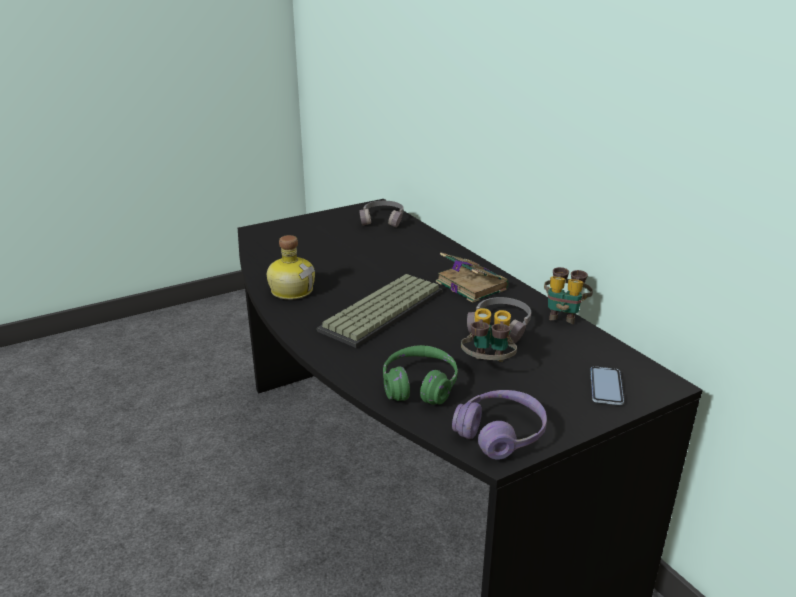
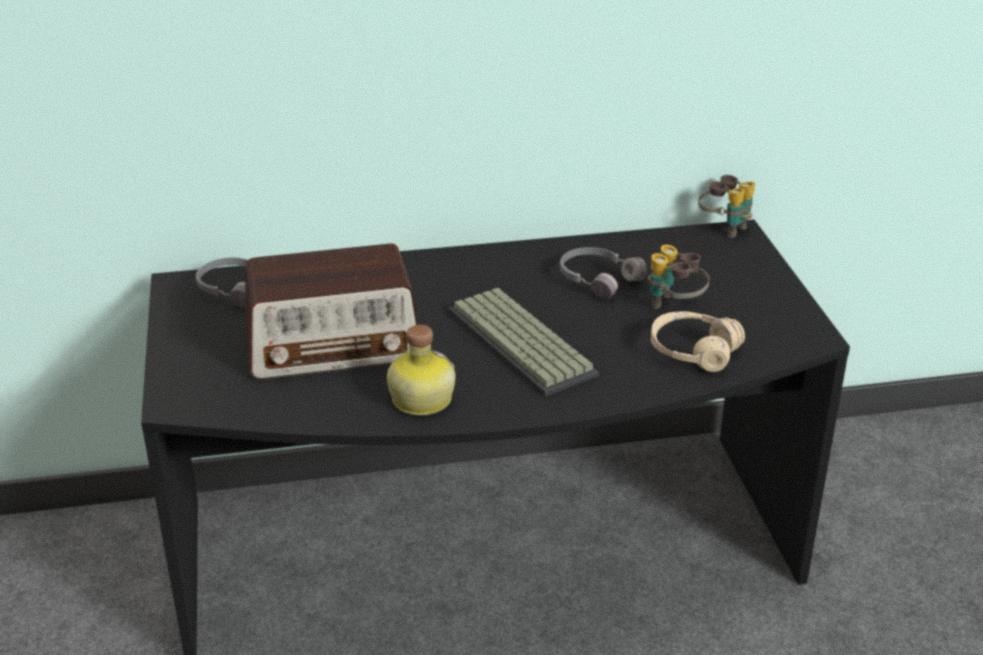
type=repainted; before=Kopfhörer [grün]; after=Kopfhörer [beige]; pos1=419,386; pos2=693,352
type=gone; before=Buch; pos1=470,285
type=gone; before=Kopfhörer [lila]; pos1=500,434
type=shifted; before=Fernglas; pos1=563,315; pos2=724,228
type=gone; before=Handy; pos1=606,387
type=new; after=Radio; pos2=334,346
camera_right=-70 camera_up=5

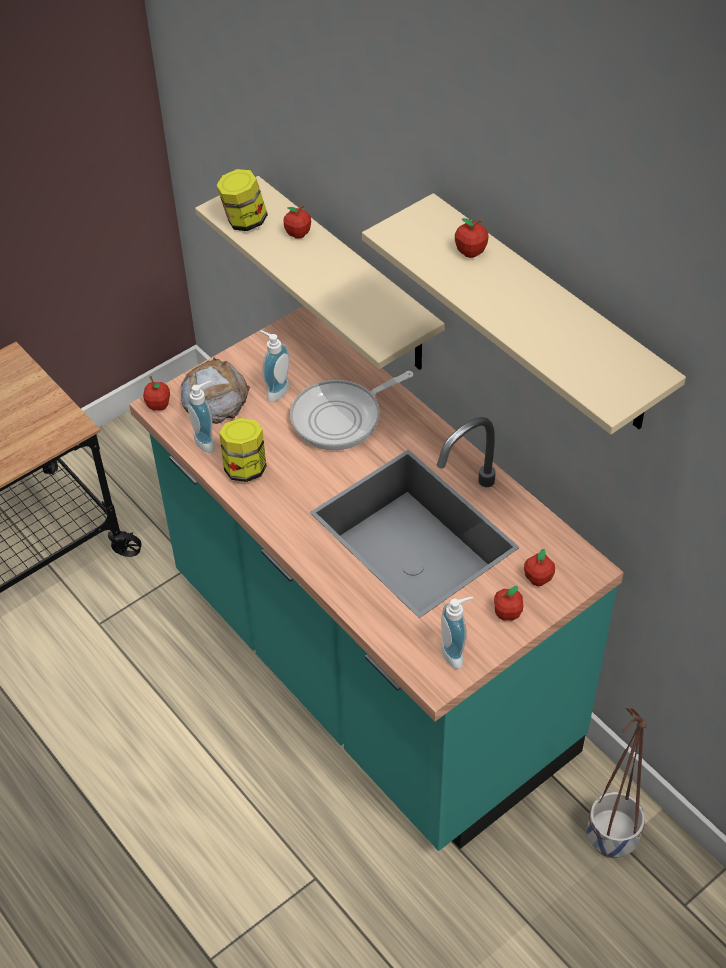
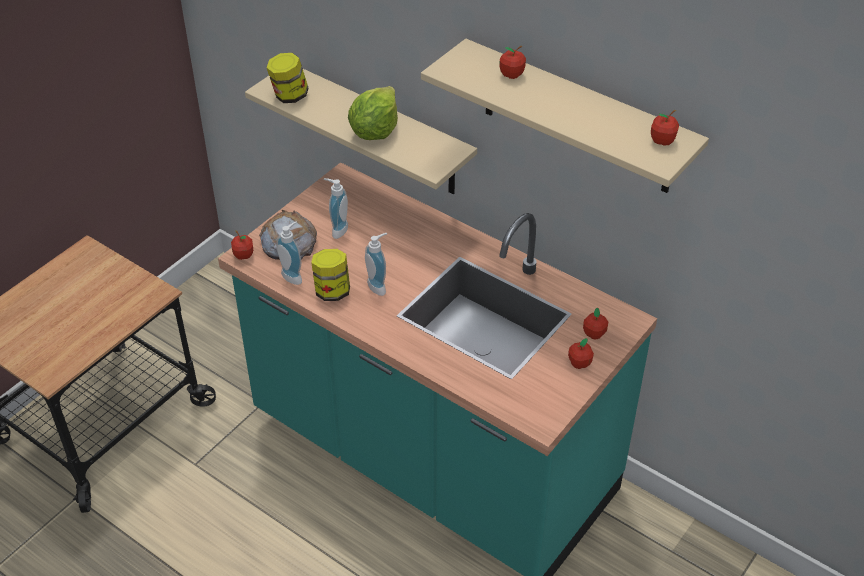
type=shifted; before=Apfel; pos1=298,234; pos2=662,141
type=gone; before=Pfanne; pos1=341,418
type=shifted; before=Seifenspender; pos1=456,653; pos2=379,286
type=gone; before=Pflanzkübel; pos1=612,838
type=new; after=Salatkopf; pos2=375,131
camera_right=-15 camera_up=-5

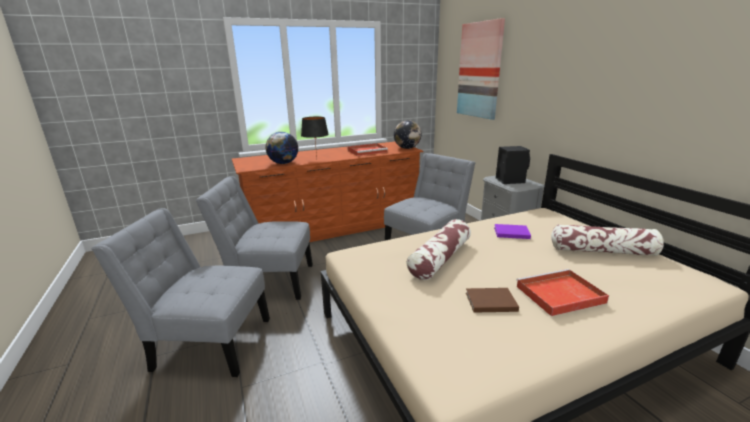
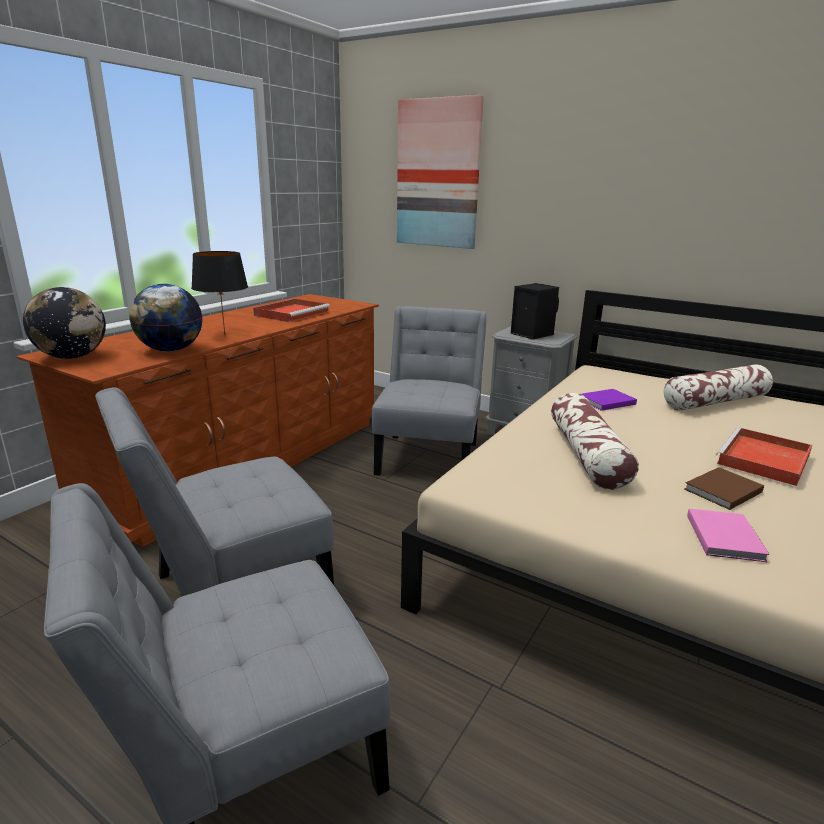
type=shifted; before=Globus; pos1=407,148; pos2=72,357
type=new; after=Buch [rosa]; pos2=725,536
camera_right=-35 camera_up=0

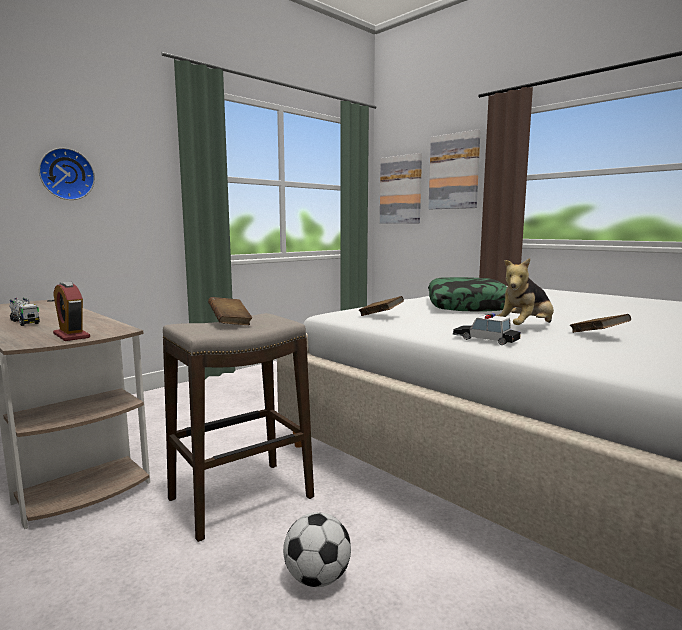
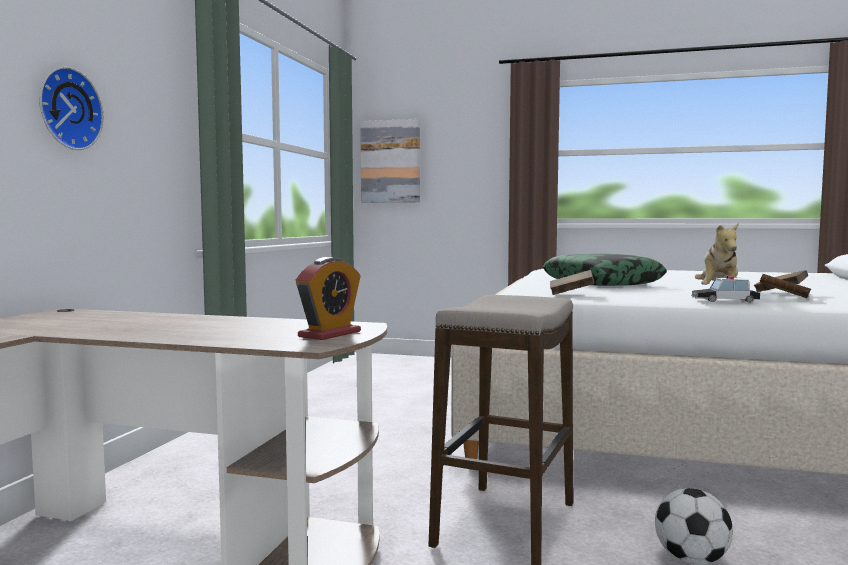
type=gone; before=Spielzeuglaster; pos1=24,322
type=rotated; before=Wecker; pos1=71,336; pos2=330,334; turn=-75
type=shifted; before=Buch [braun]; pos1=230,323; pos2=784,298
type=gone; before=Bild; pos1=454,171
camera_right=-30 camera_up=-5

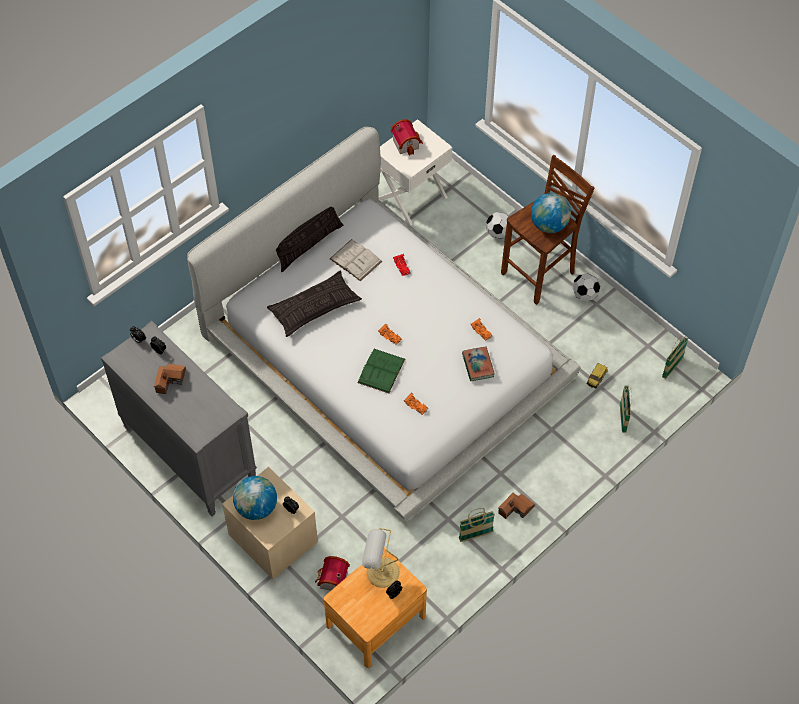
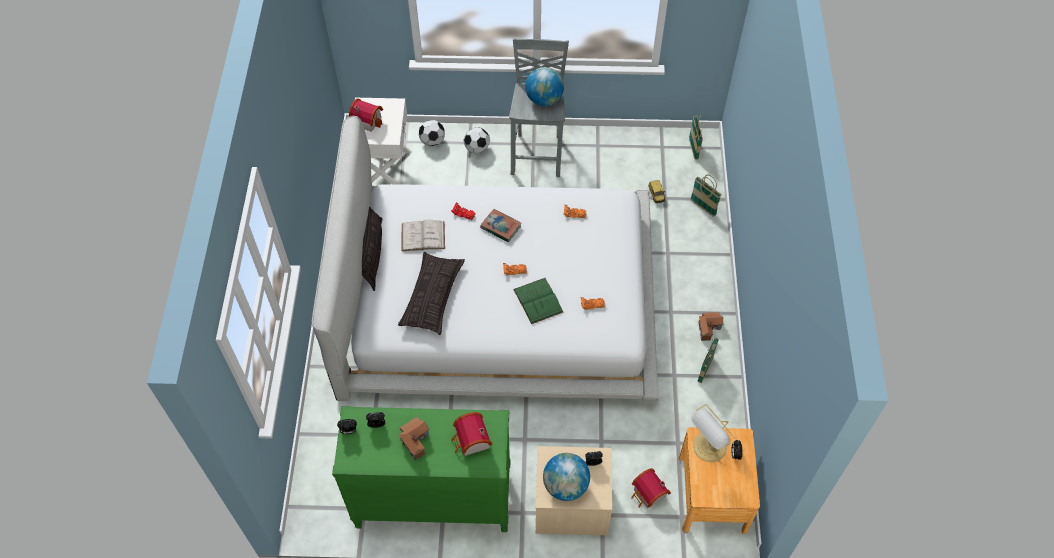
type=repainted; before=Kommode [grau]; after=Kommode [grün]; pos1=189,454; pos2=433,501
type=shifted; before=Buch; pos1=478,365; pos2=500,227
type=repainted; before=Hocker [braun]; after=Hocker [grau]; pos1=540,274; pos2=538,154
type=shifted; before=Fußball; pos1=584,295; pos2=432,141
type=new; after=Spielzeughaus; pos2=471,442
camera_right=-45 camera_up=0

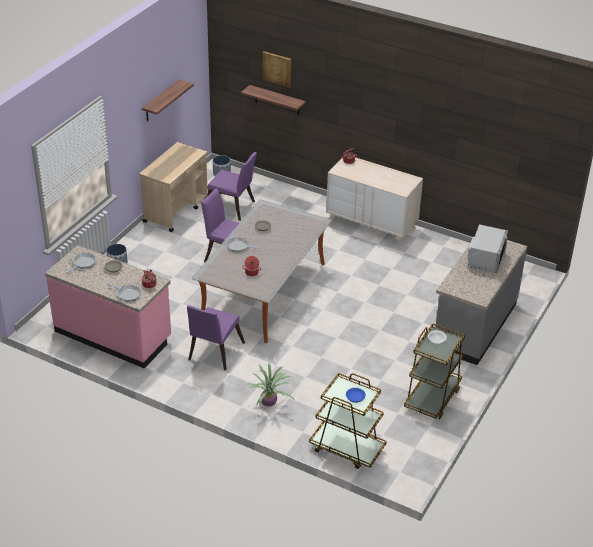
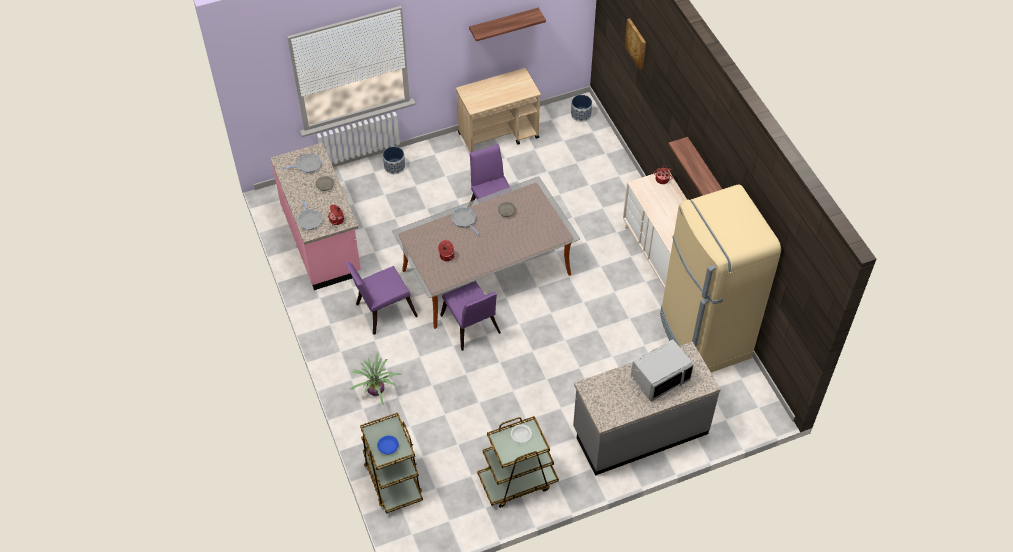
type=shifted; before=Stuhl [lila]; pos1=232,208; pos2=471,327
type=shifted; before=Wandregal; pos1=277,100; pos2=704,172
type=new; after=Kühlschrank [beige]; pos2=703,337
camera_right=40 camera_up=15

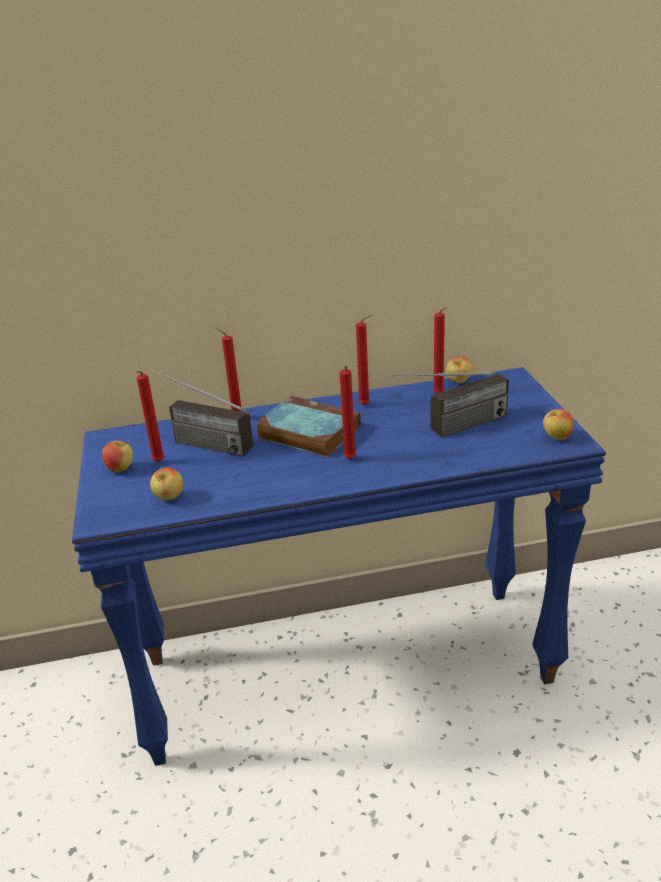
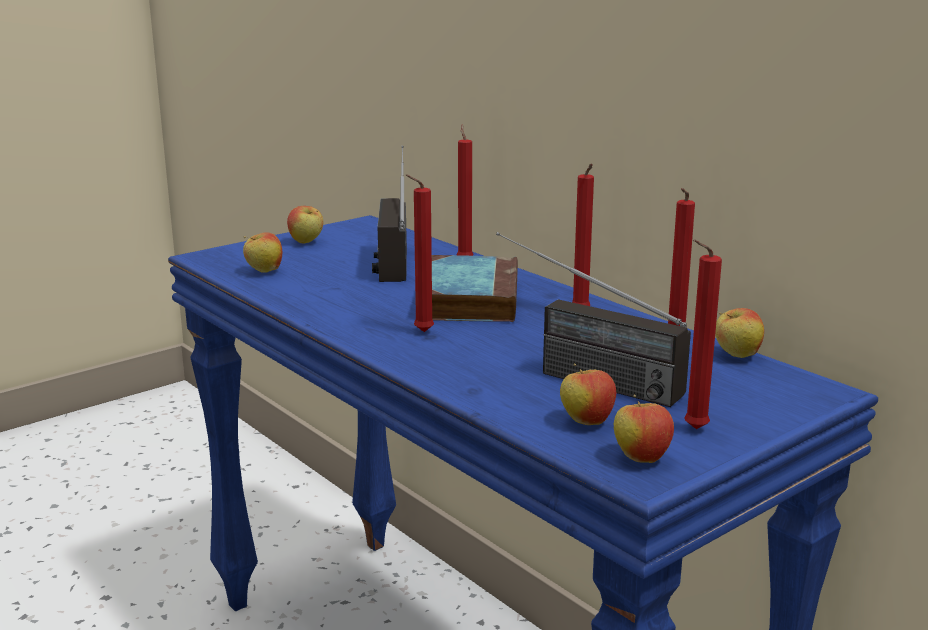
type=shifted; before=Kerze [rot]; pos1=158,463; pos2=692,429
type=new; after=Apfel; pos2=586,421
camera_right=60 camera_up=-10

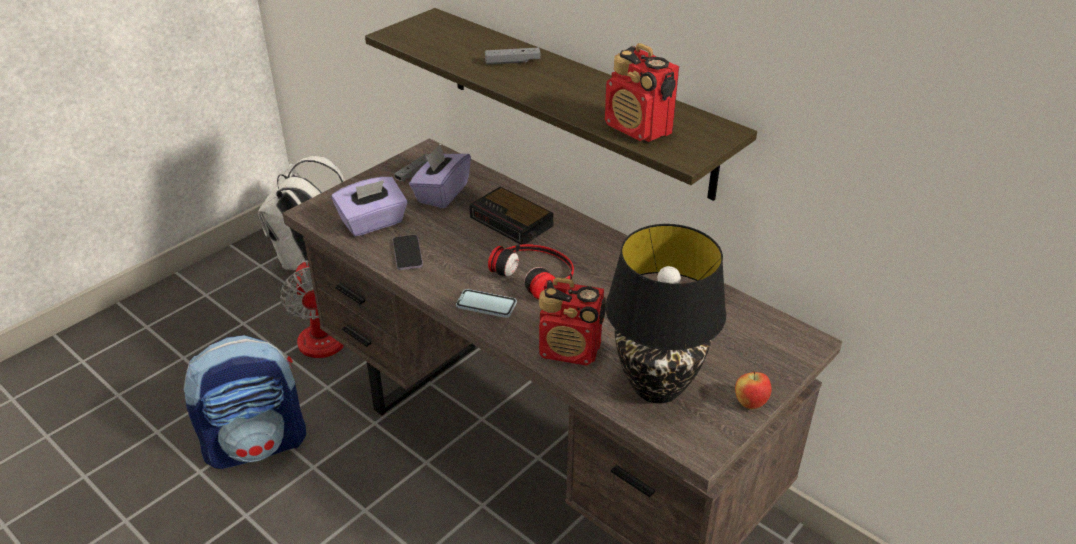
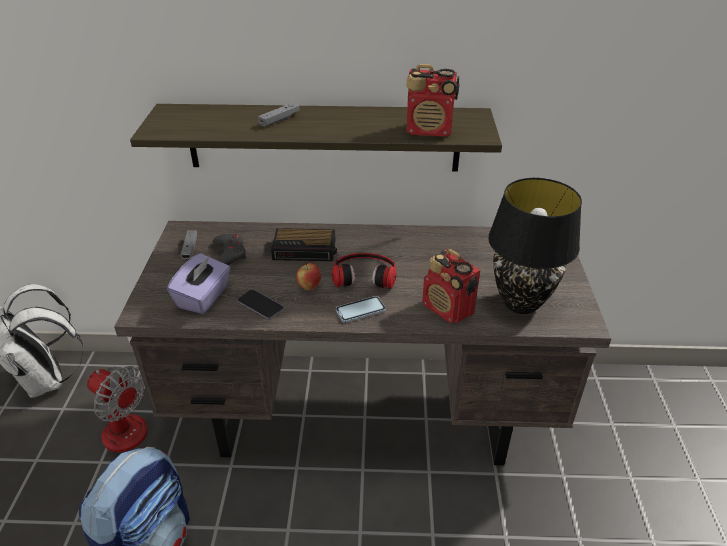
type=swapped; before=Taschentuchbox [lila]; after=Gamepad [grau]; pos1=441,193; pos2=230,253
type=rotated; before=Radio; pos1=570,350; pos2=448,309; turn=75
type=shifted; before=Apfel; pos1=750,403; pos2=309,287
camera_right=-40 camera_up=0

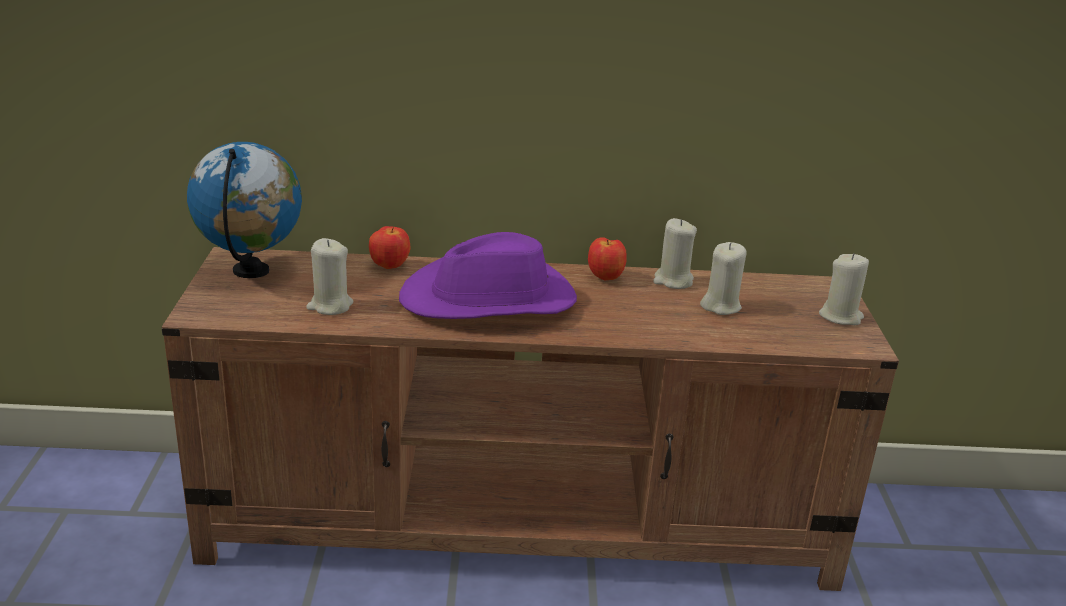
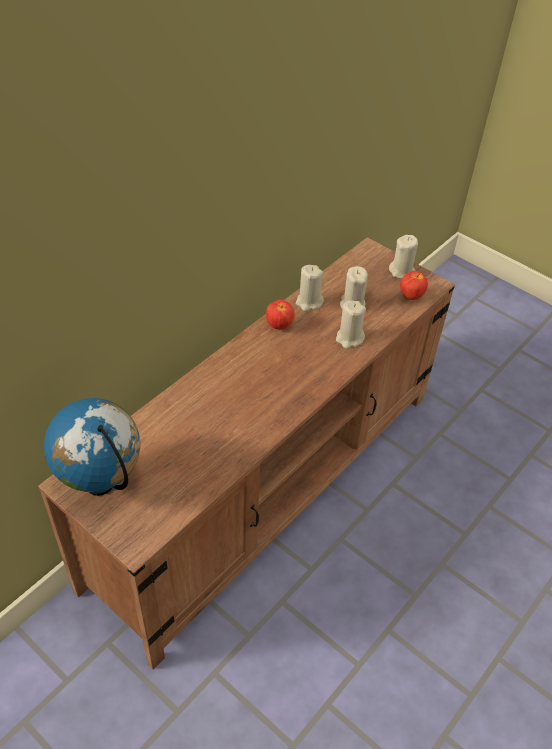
type=shifted; before=Kerze [beige]; pos1=330,306; pos2=349,338
type=shifted; before=Apfel; pos1=390,267; pos2=411,296
type=gone; before=Hut [lila]; pos1=490,299
camera_right=-50 camera_up=20

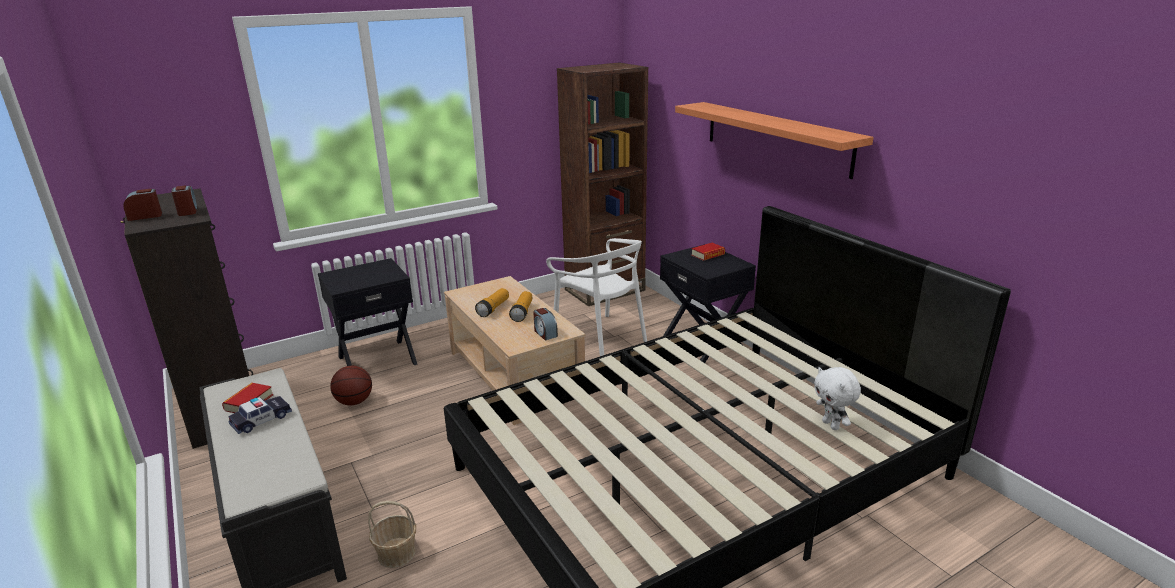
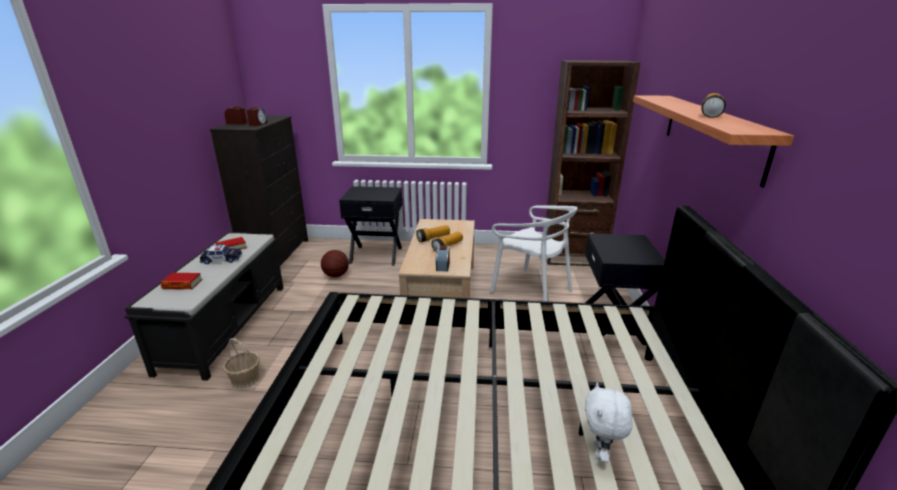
type=rotated; before=Stuhl [weiß]; pos1=600,337; pos2=531,290; turn=-45
type=shifted; before=Buch; pos1=708,255; pos2=182,284
type=new; after=Taschenlampe; pos2=710,114
camera_right=35 camera_up=0

